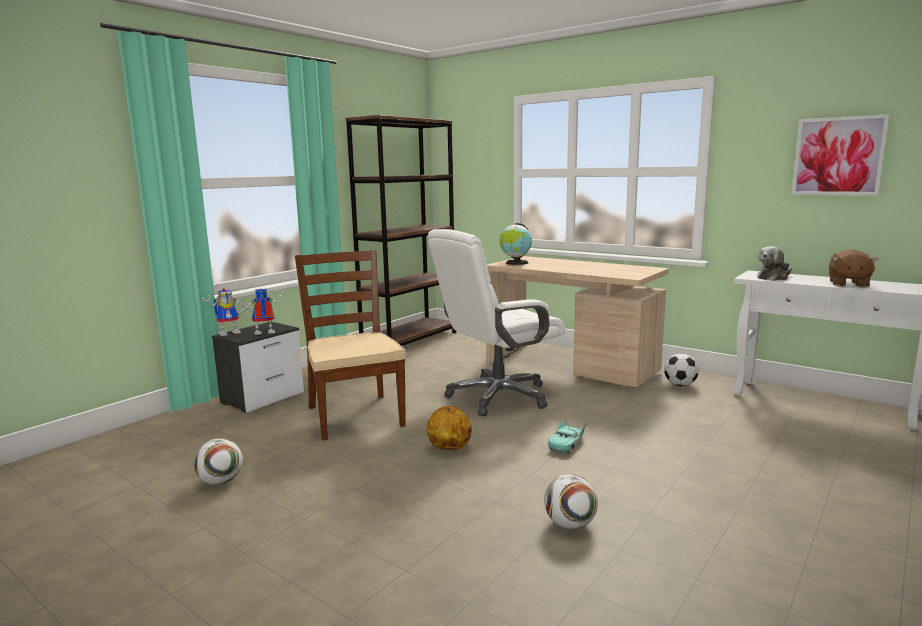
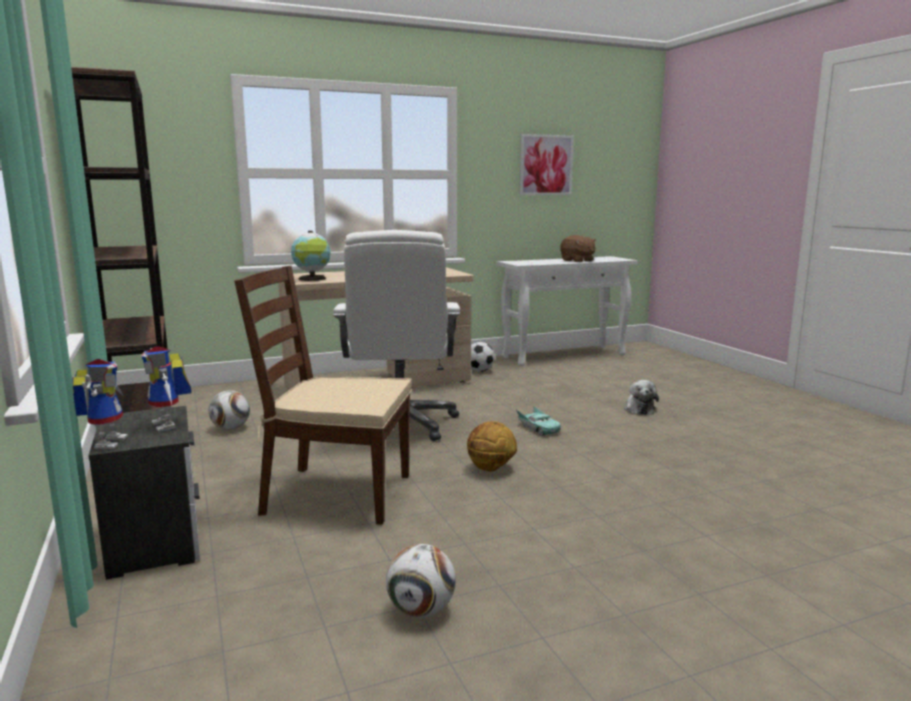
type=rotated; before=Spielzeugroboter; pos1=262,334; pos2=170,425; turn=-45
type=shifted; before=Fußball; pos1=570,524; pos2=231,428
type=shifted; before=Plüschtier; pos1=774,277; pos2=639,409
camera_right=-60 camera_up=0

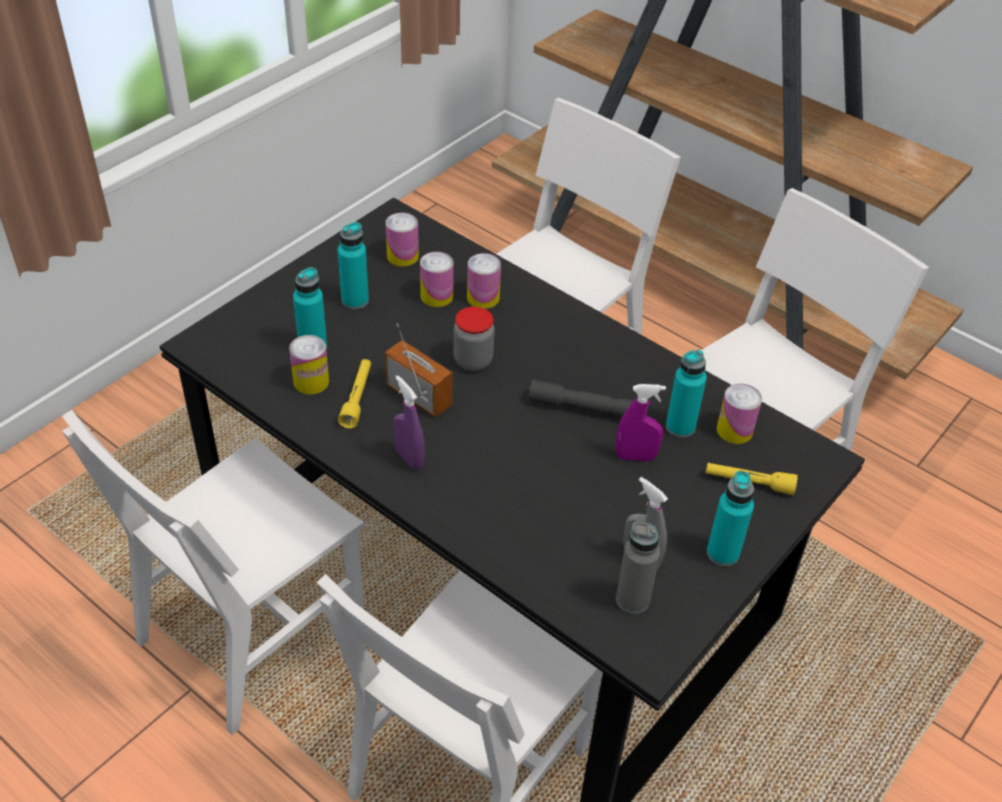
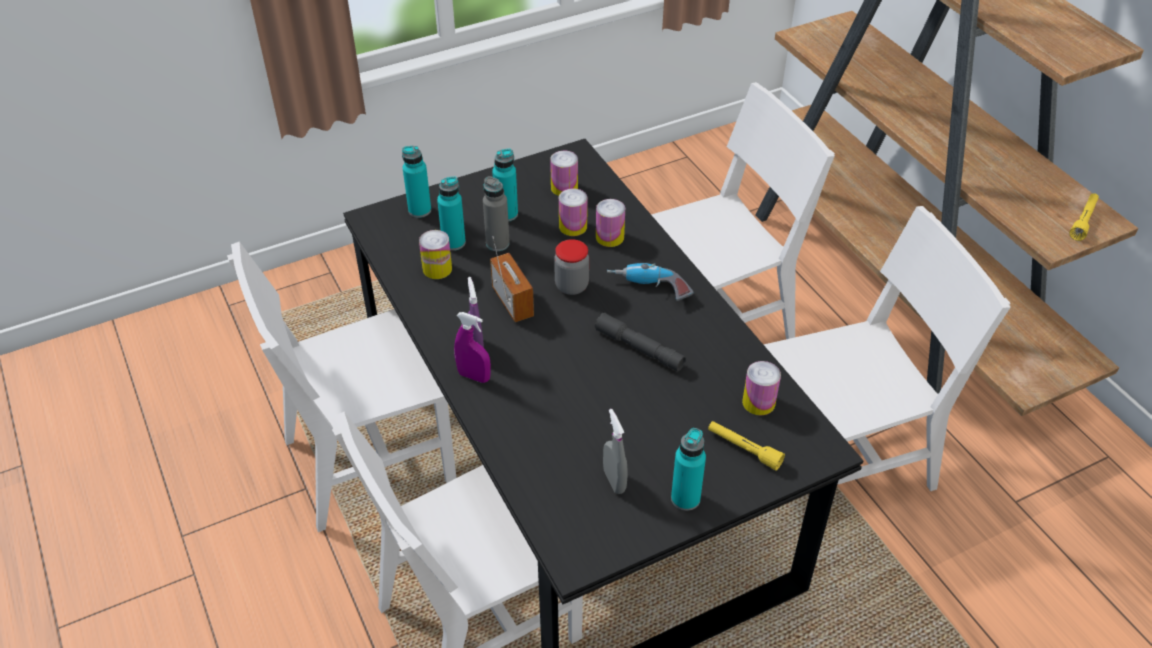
type=shifted; before=Taschenlampe [gelb]; pos1=357,398; pos2=1083,221
type=shifted; before=Sprühflasche [lila]; pos1=635,457; pos2=474,376
type=shifted; before=Flasche [grau]; pos1=632,599; pos2=497,243
type=shifted; before=Flasche [türkis]; pos1=680,427; pos2=419,210
type=new; after=Bohrmaschine; pos2=649,289
camera_right=25 camera_up=0

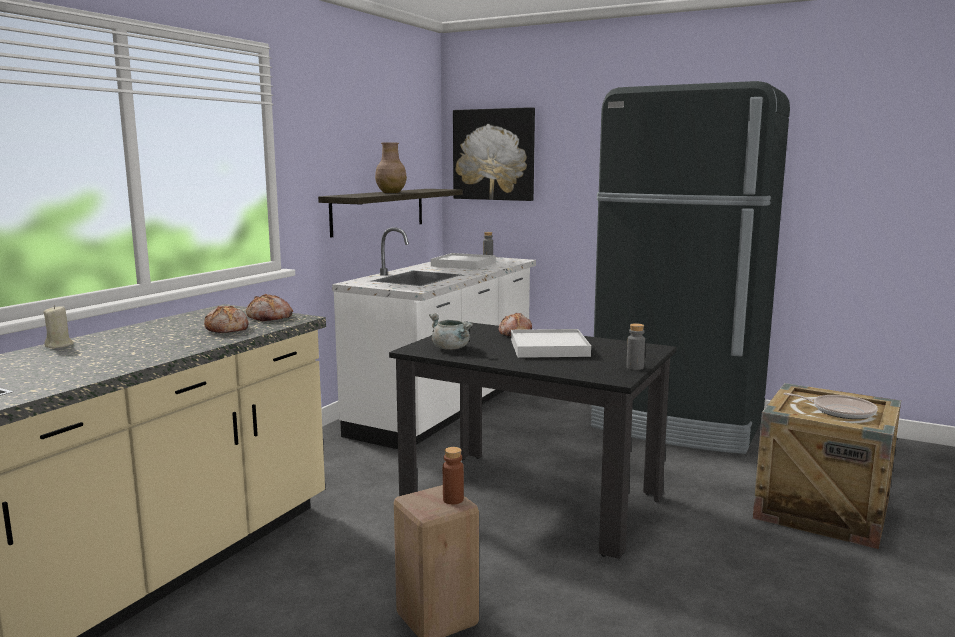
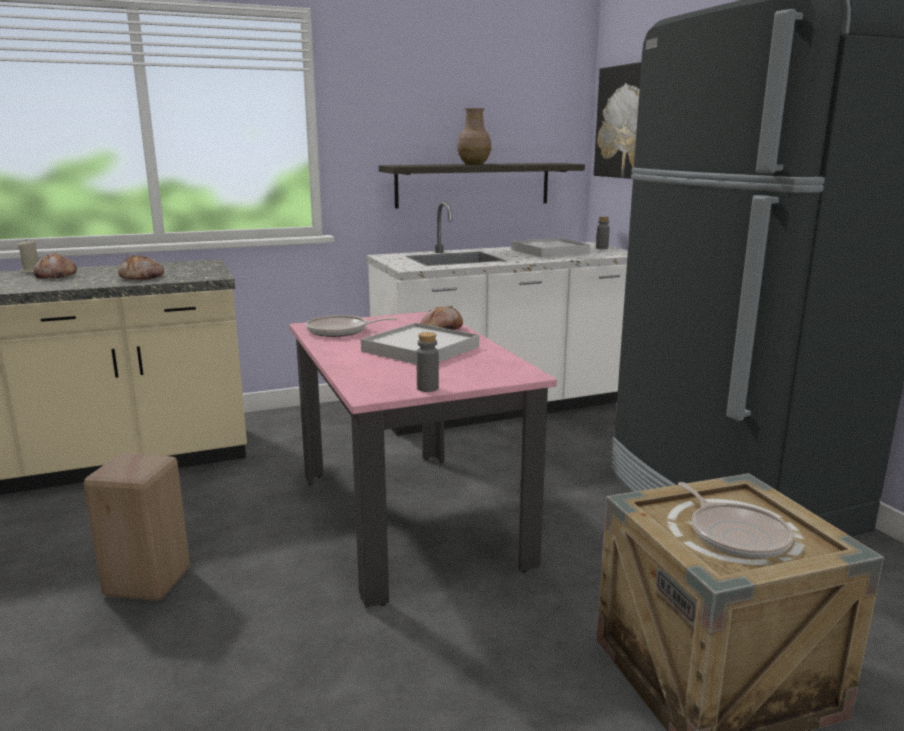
type=shifted; before=Brot; pos1=270,317; pos2=55,276
type=repainted; before=Esstisch [schwarz]; after=Esstisch [rosa]; pos1=532,500; pos2=409,518
type=swapped; before=Kochtopf [grau]; after=Pfanne; pos1=451,348; pos2=340,331
type=gone; before=Flasche [braun]; pos1=453,500
camera_right=40 camera_up=5

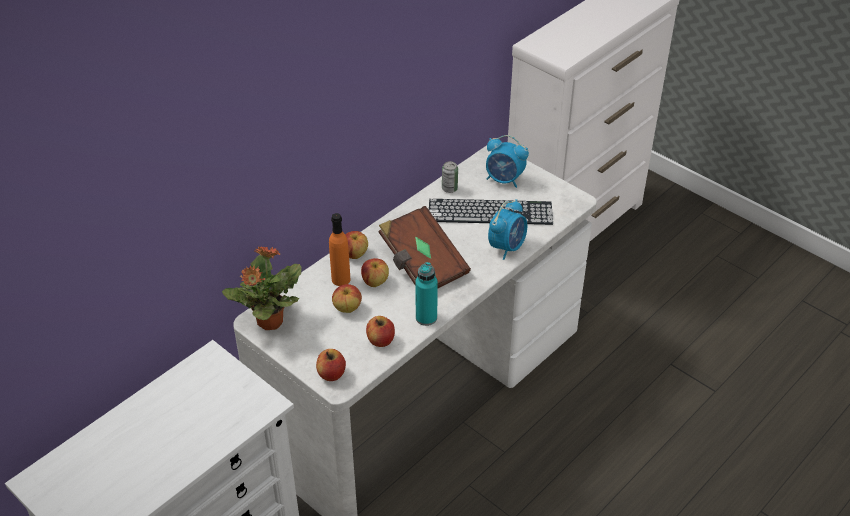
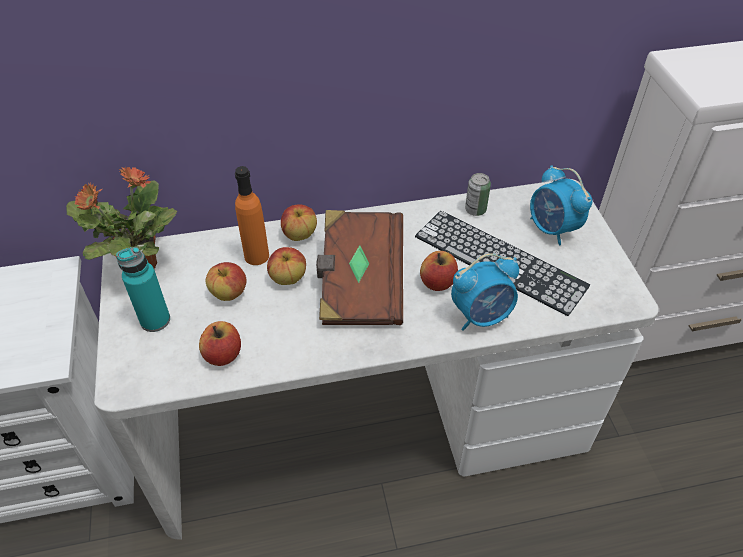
type=shifted; before=Apfel; pos1=331,374; pos2=438,282
type=shifted; before=Flasche [türkis]; pos1=426,318; pos2=155,320
camera_right=35 camera_up=5

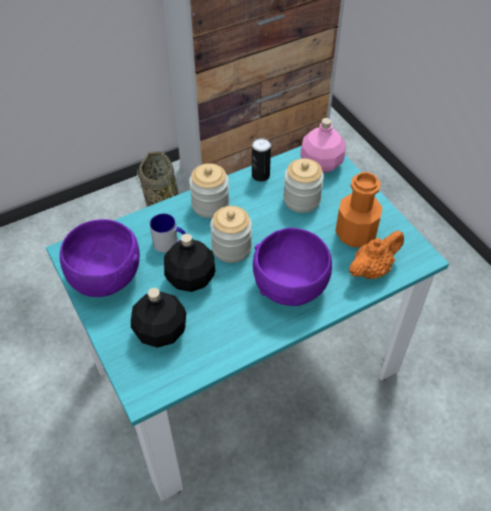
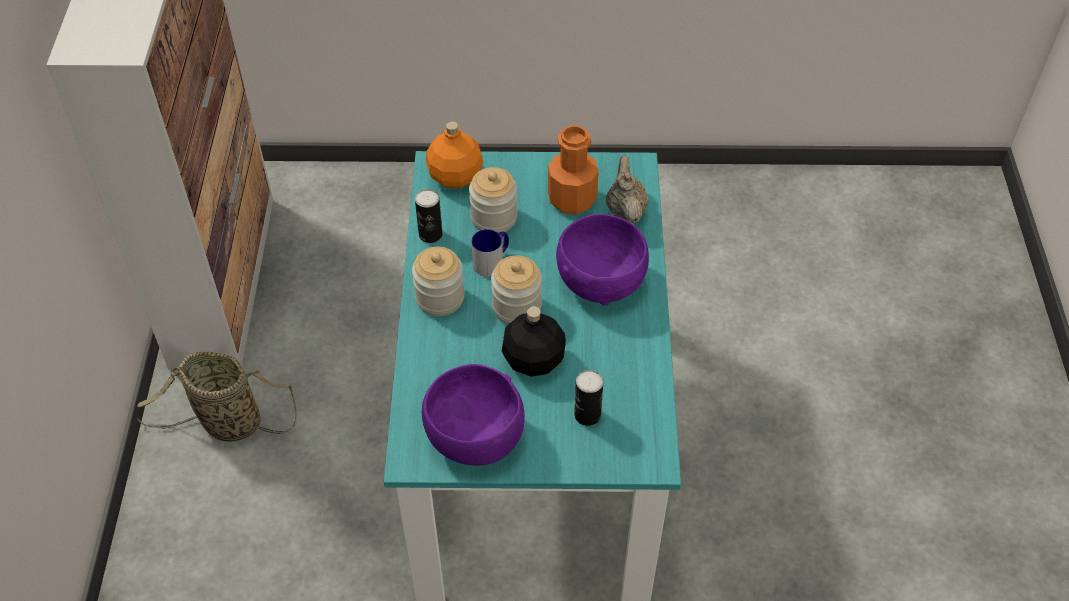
type=swapped; before=Flasche [schwarz]; after=Dose; pos1=161,332; pos2=587,415
type=shifted; before=Henkelbecher; pos1=170,244; pos2=492,261
type=repainted; before=Flasche [rosa]; after=Flasche [orange]; pos1=320,164; pos2=455,177
type=repainted; before=Teekanne [orange]; after=Teekanne [beige]; pos1=372,269; pos2=625,210
camera_right=-60 camera_up=0

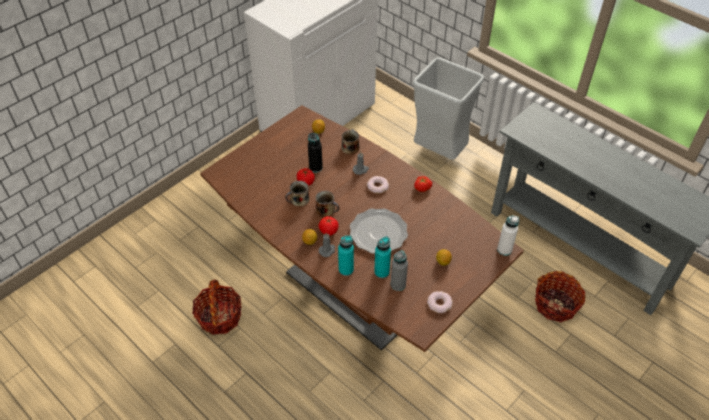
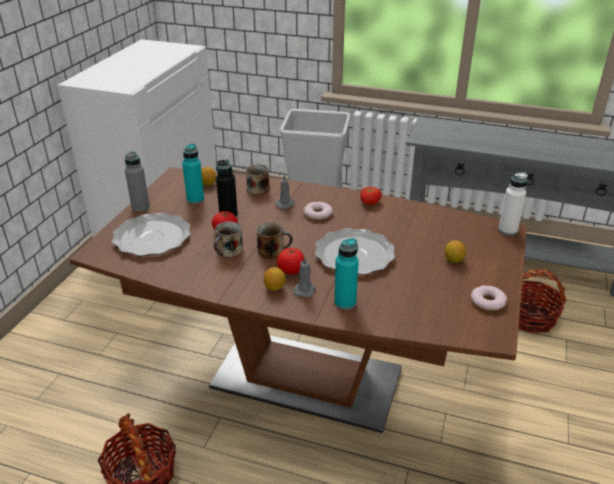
type=shifted; before=Flasche [türkis]; pos1=381,272; pos2=195,199
type=shifted; before=Flasche [grau]; pos1=398,284; pos2=140,206
type=new; after=Teller; pos2=153,237
camera_right=-25 camera_up=-15

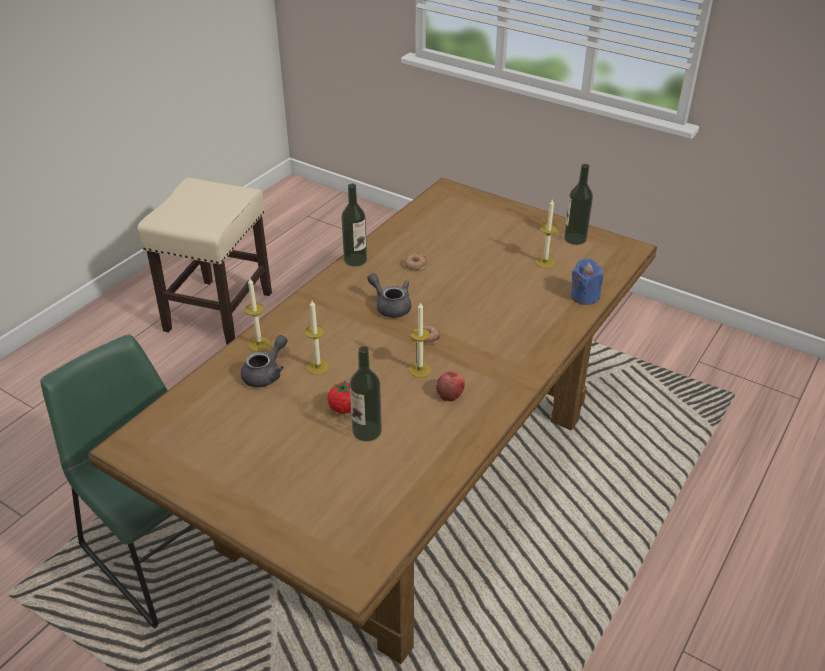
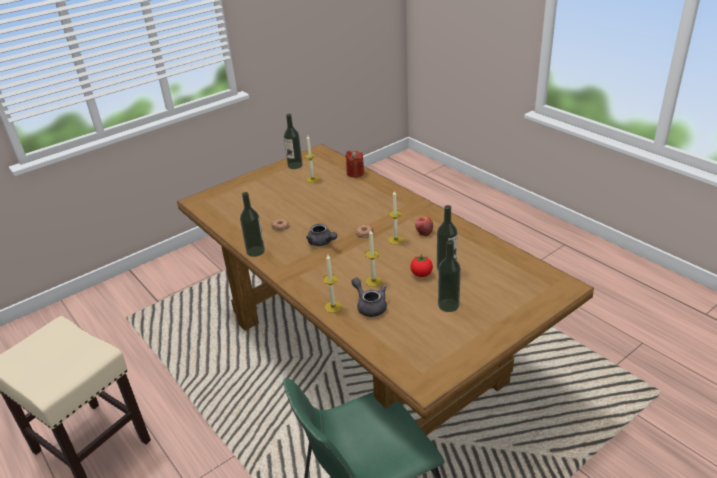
type=rotated; before=Teekanne [grau]; pos1=390,306; pos2=322,243; turn=-105
type=repainted; before=Kerze [blau]; after=Kerze [rot]; pos1=584,296; pos2=355,173
type=new; after=Flasche; pos2=448,305
camera_right=-70 camera_up=-5

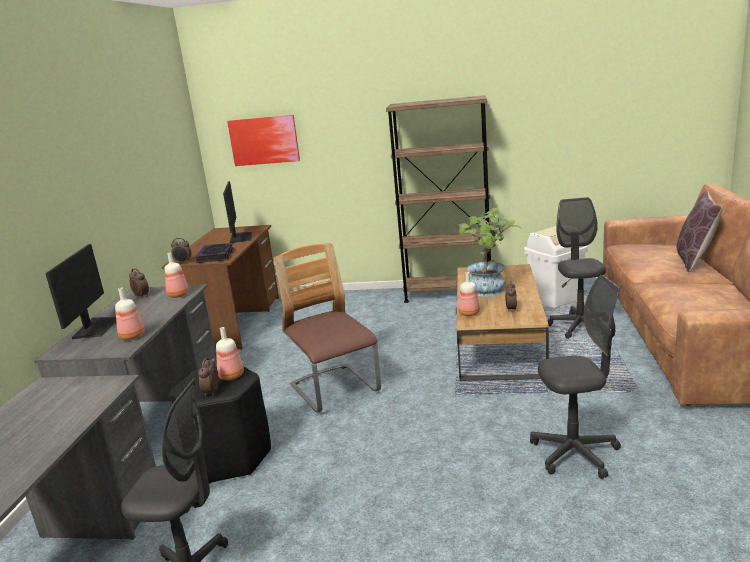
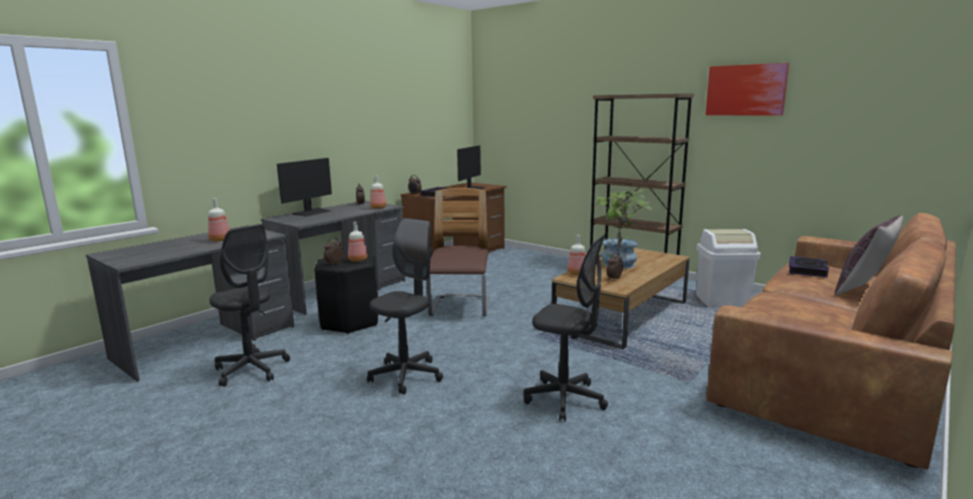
type=shifted; before=Flasche; pos1=131,336; pos2=219,240
type=shifted; before=Bild; pos1=264,140; pos2=745,90
type=shifted; before=Bürostuhl [grau]; pos1=579,326; pos2=406,376
type=new; after=Buch; pos2=807,270
camera_right=30 camera_up=-5

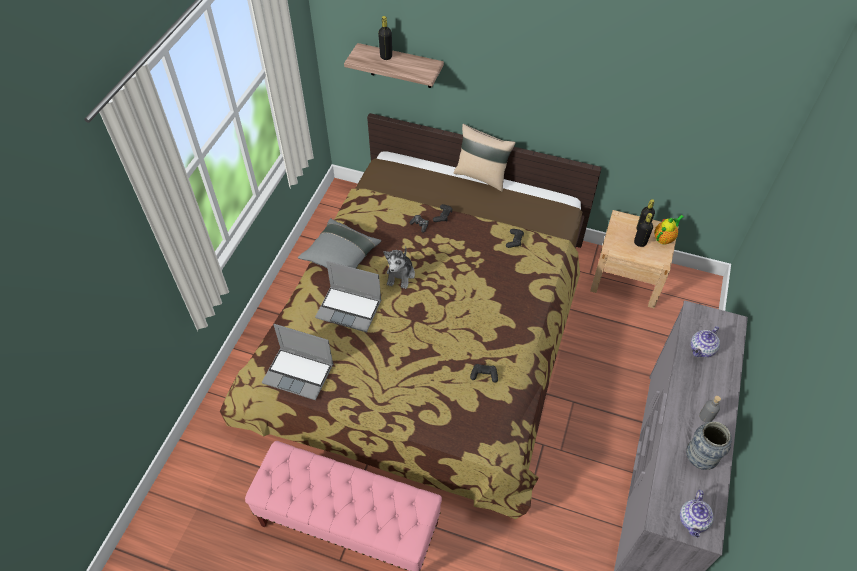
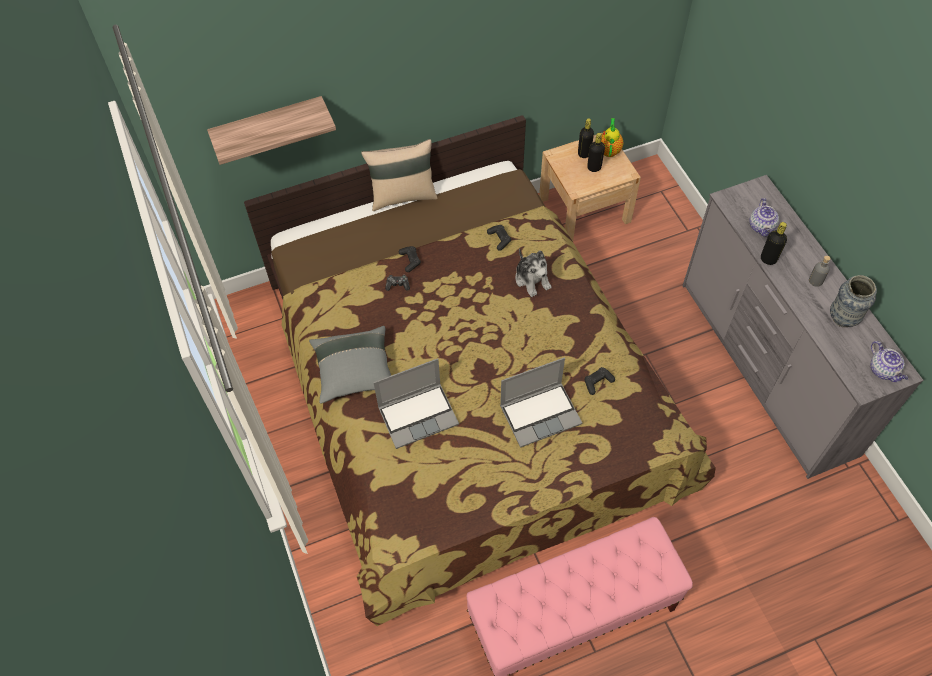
type=shifted; before=Laptop; pos1=299,373; pos2=541,414
type=shifted; before=Flasche [schwarz]; pos1=386,56; pos2=768,259
type=shifted; before=Plüschtier; pos1=400,275; pos2=532,279
camera_right=-40 camera_up=5

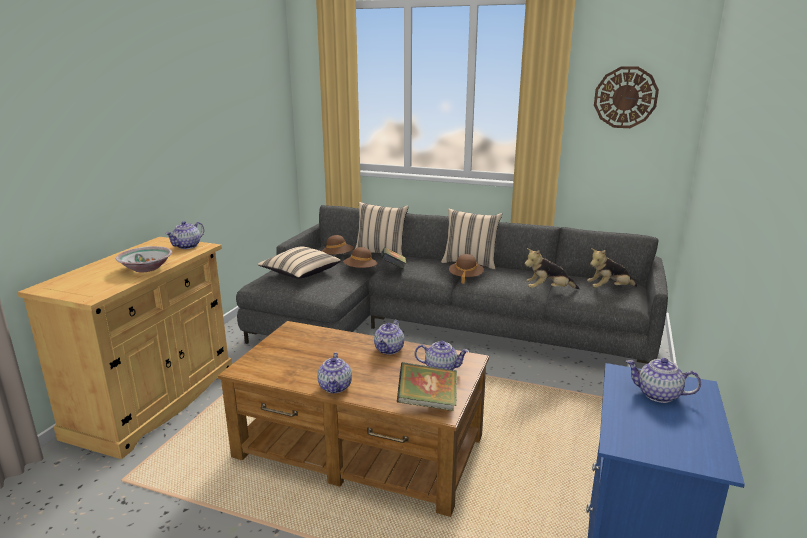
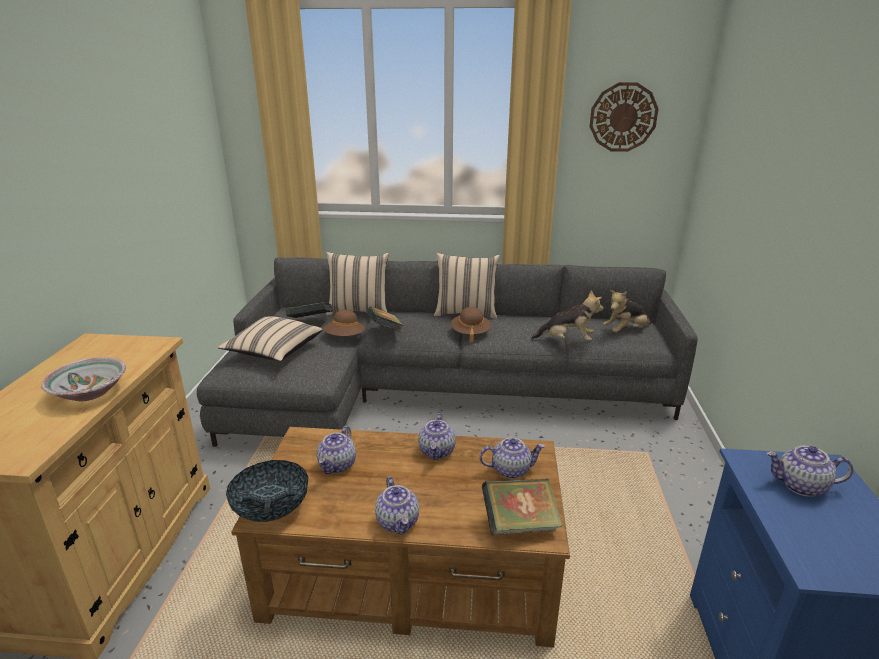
type=shifted; before=Teekanne; pos1=187,246; pos2=338,465
type=swapped; before=Hut [braun]; after=Buch; pos1=338,257; pos2=310,322
type=rotated; before=Plüschtier; pos1=548,290; pos2=567,340; turn=-150
type=new; after=Schüssel; pos2=271,506
camera_right=-15 camera_up=5

